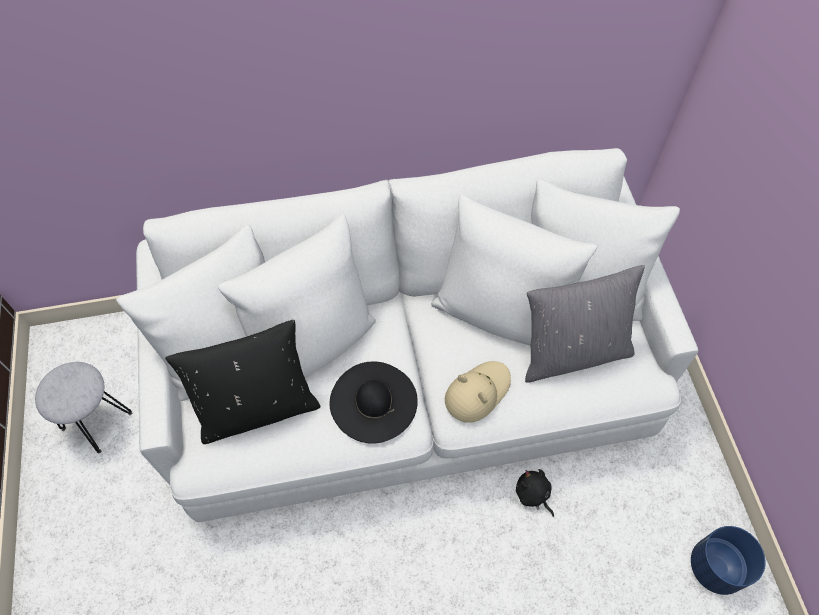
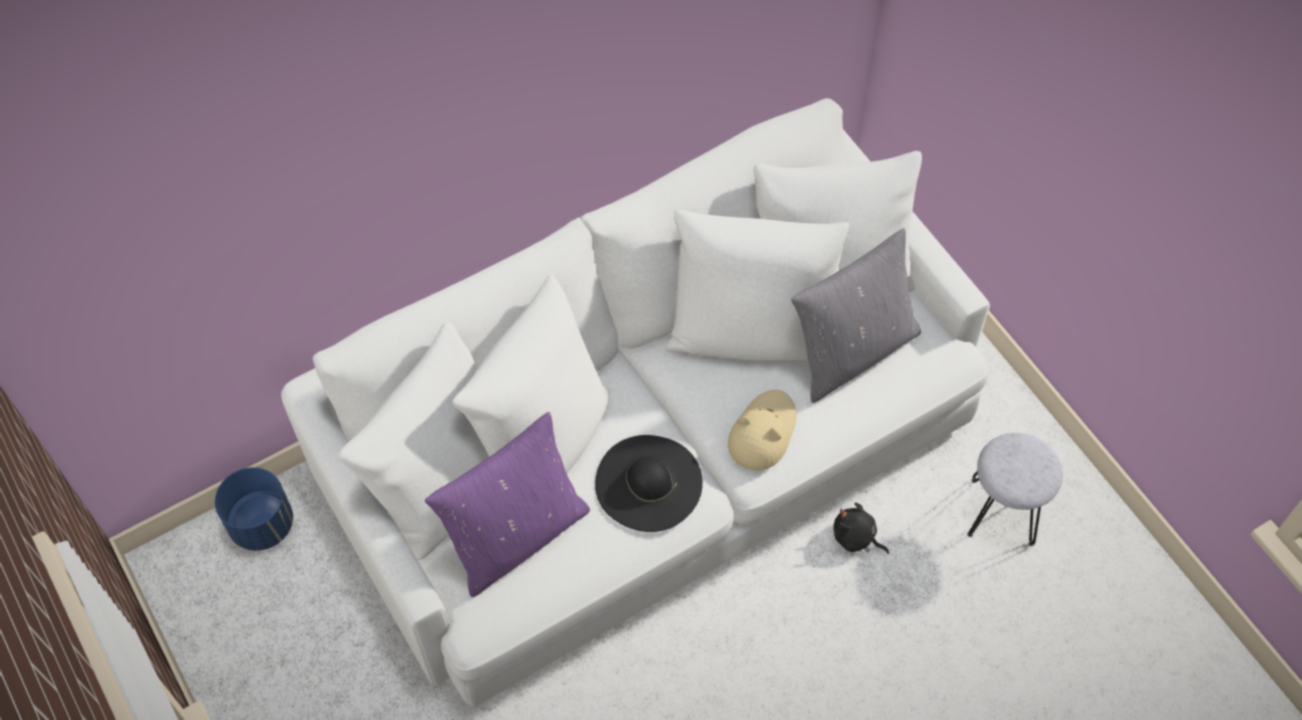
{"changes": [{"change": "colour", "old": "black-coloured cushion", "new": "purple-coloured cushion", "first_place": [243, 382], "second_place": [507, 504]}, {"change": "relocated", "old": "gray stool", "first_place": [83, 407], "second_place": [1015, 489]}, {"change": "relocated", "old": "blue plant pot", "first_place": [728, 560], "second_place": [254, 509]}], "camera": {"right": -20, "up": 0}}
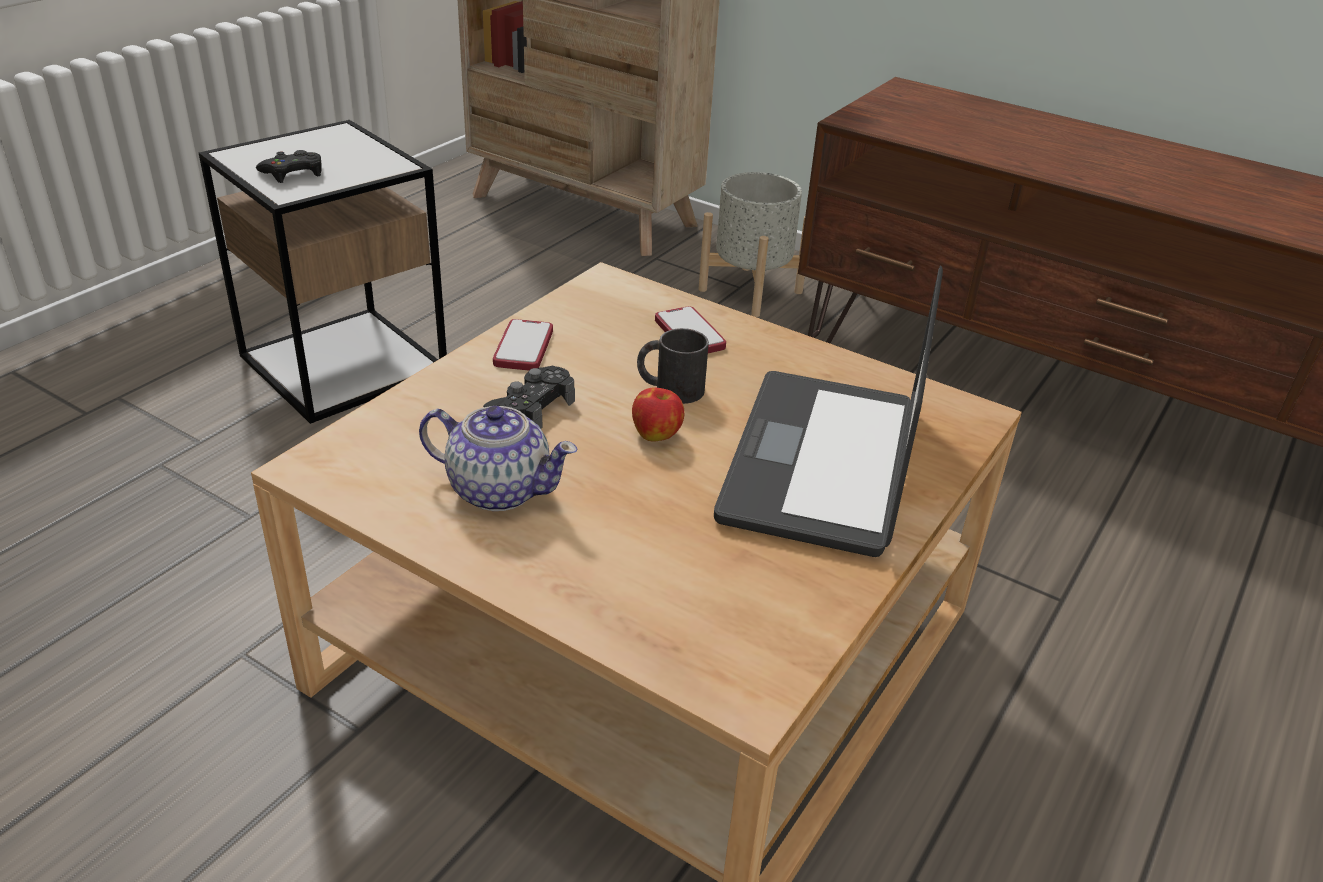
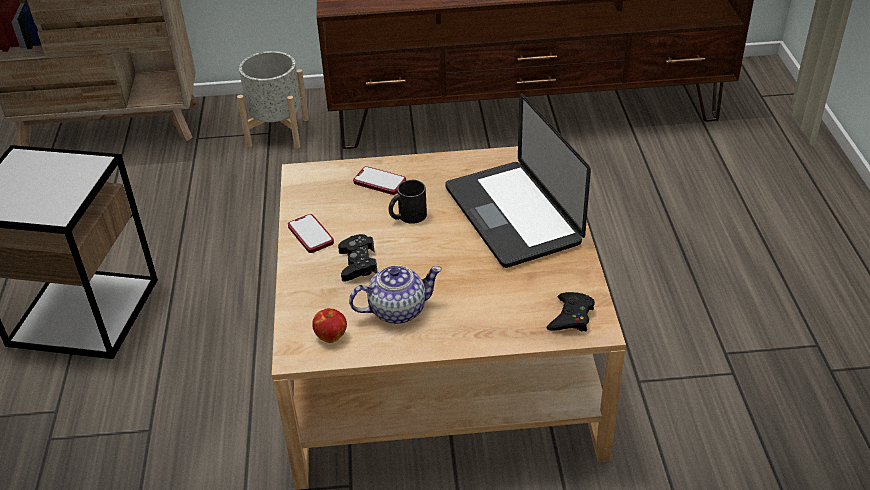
{"changes": [{"change": "relocated", "old": "black-coloured gamepad", "first_place": [289, 166], "second_place": [570, 311]}, {"change": "relocated", "old": "whole apple", "first_place": [658, 414], "second_place": [329, 325]}], "camera": {"right": -35, "up": 5}}
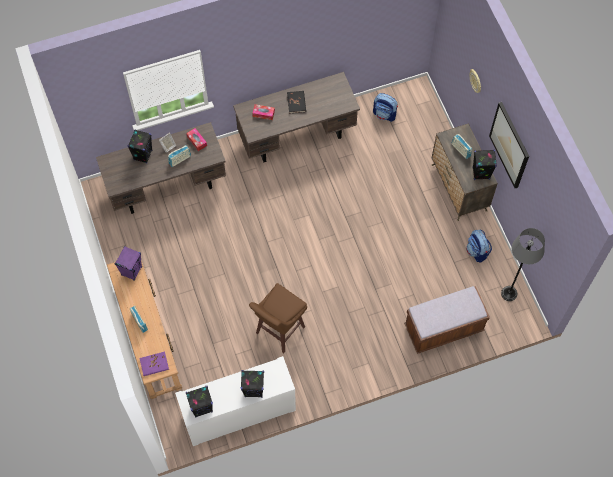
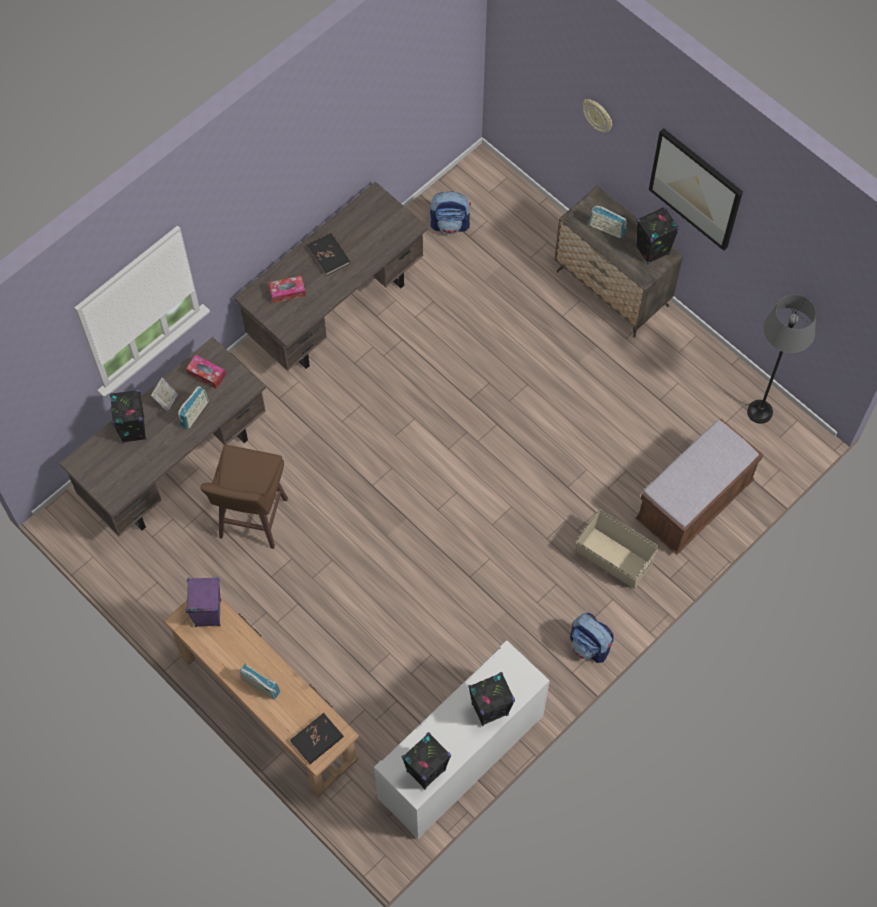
{"changes": [{"change": "relocated", "old": "rucksack", "first_place": [479, 246], "second_place": [592, 638]}, {"change": "relocated", "old": "brownish stool", "first_place": [278, 318], "second_place": [244, 497]}, {"change": "colour", "old": "purple-coloured book", "new": "black-coloured book", "first_place": [154, 364], "second_place": [317, 738]}, {"change": "appeared", "new": "sand-coloured storage bin", "second_place": [618, 549]}], "camera": {"right": -25, "up": 0}}
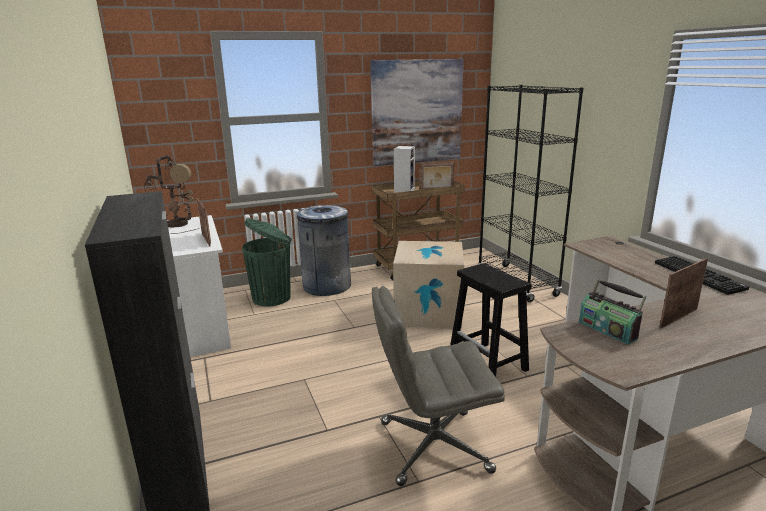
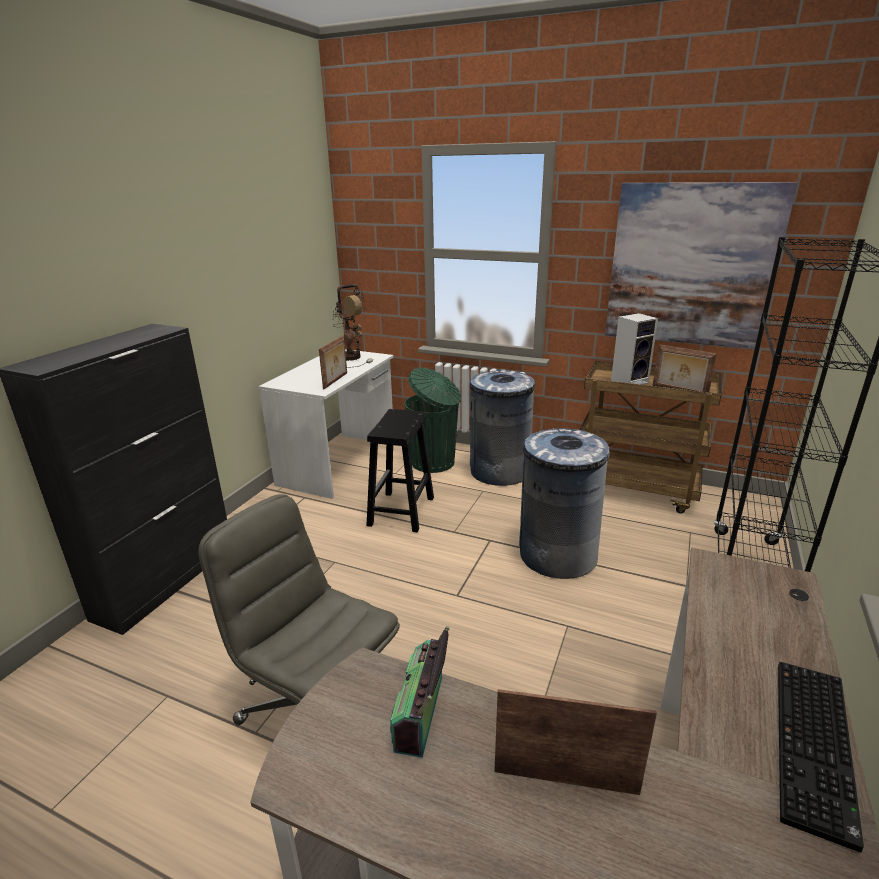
{"changes": [{"change": "exchanged", "old": "packing box", "new": "gray waste bin", "first_place": [428, 284], "second_place": [564, 503]}, {"change": "relocated", "old": "black-coloured stool", "first_place": [491, 320], "second_place": [400, 470]}], "camera": {"right": 45, "up": 5}}
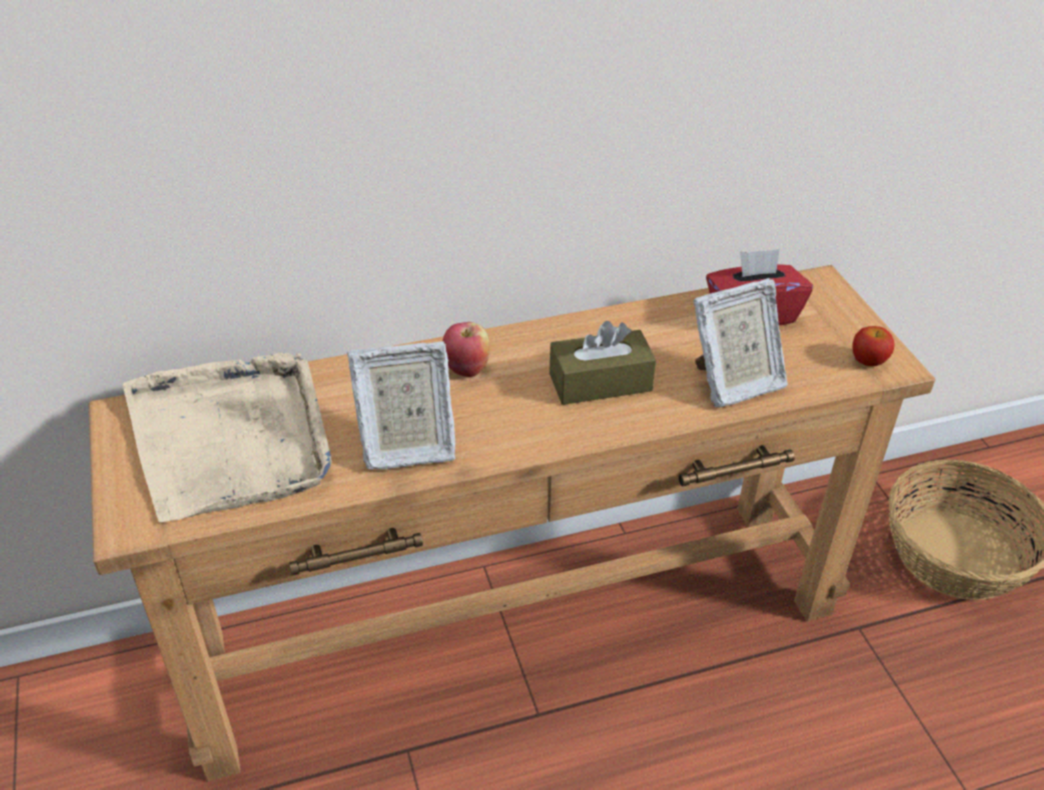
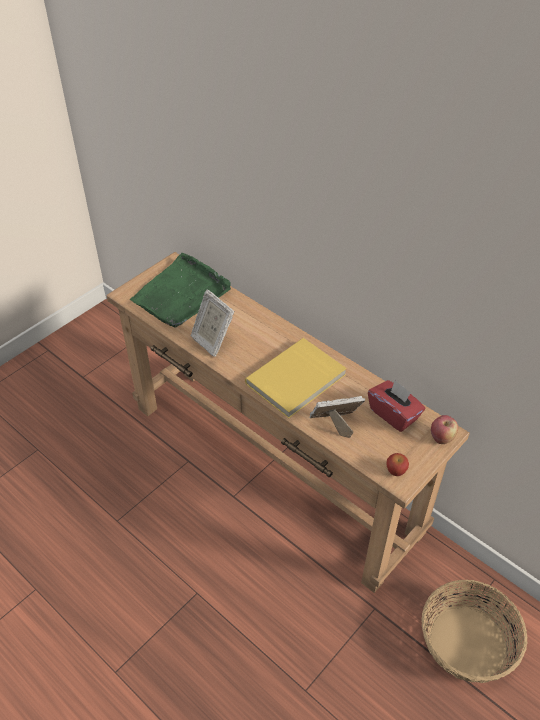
{"changes": [{"change": "spun", "old": "standing frame", "first_place": [740, 343], "second_place": [337, 417], "degrees": 135}, {"change": "exchanged", "old": "brownish box of tissues", "new": "yellowish book", "first_place": [602, 363], "second_place": [296, 378]}, {"change": "relocated", "old": "whole apple", "first_place": [466, 349], "second_place": [444, 429]}, {"change": "colour", "old": "sand-coloured carrying tray", "new": "green carrying tray", "first_place": [227, 437], "second_place": [180, 290]}], "camera": {"right": 60, "up": 5}}
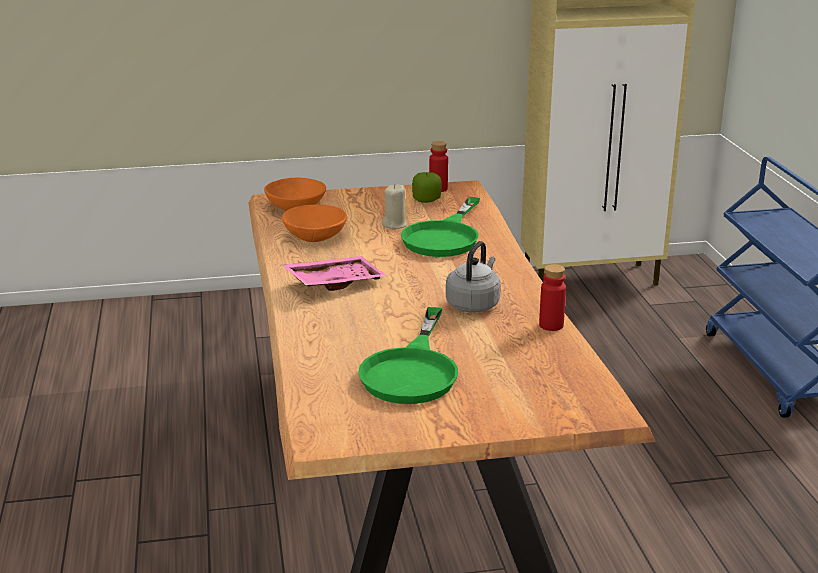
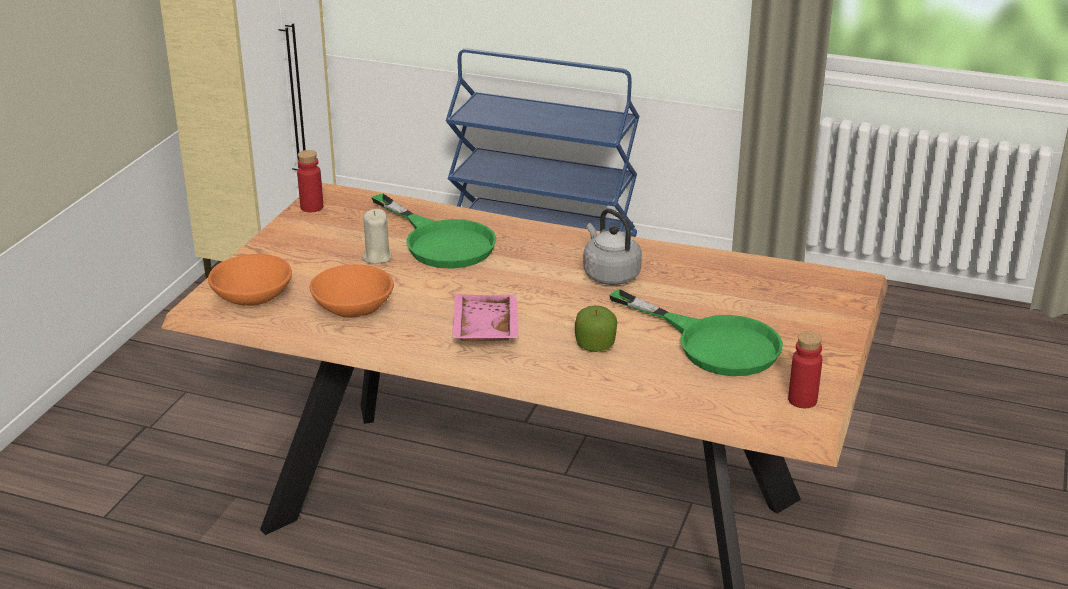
{"changes": [{"change": "relocated", "old": "whole apple", "first_place": [427, 187], "second_place": [596, 329]}, {"change": "relocated", "old": "red drink bottle", "first_place": [552, 297], "second_place": [805, 369]}], "camera": {"right": -60, "up": 5}}
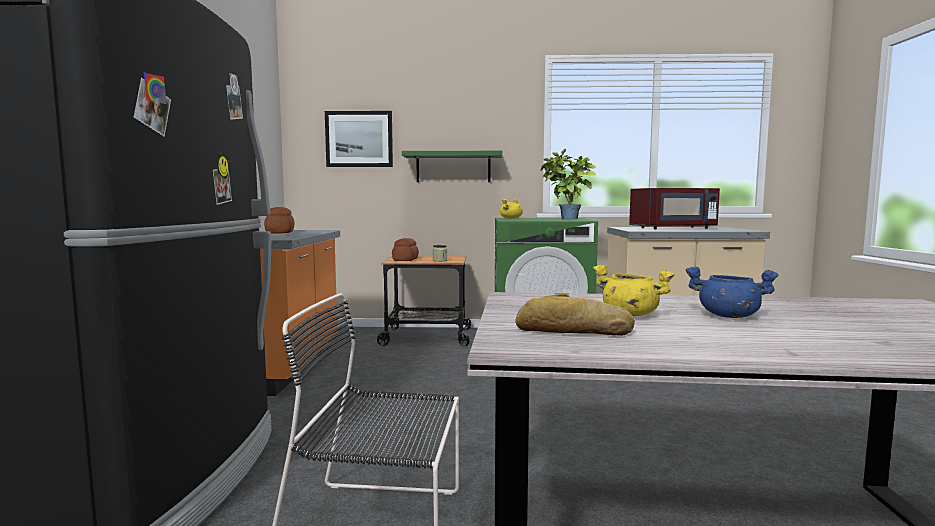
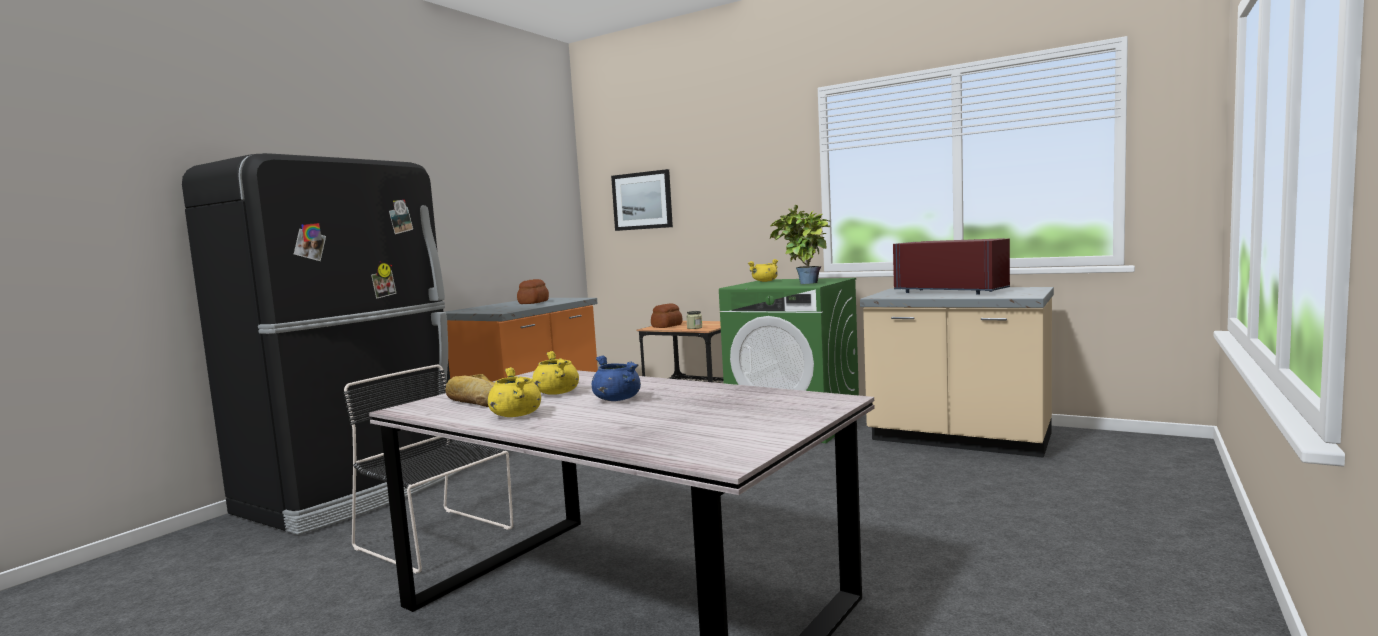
{"changes": [{"change": "missing", "old": "green wall shelf", "first_place": [452, 166]}, {"change": "spun", "old": "red microwave", "first_place": [674, 208], "second_place": [951, 266], "degrees": -150}, {"change": "appeared", "new": "yellowish stockpot", "second_place": [514, 392]}], "camera": {"right": 30, "up": 0}}
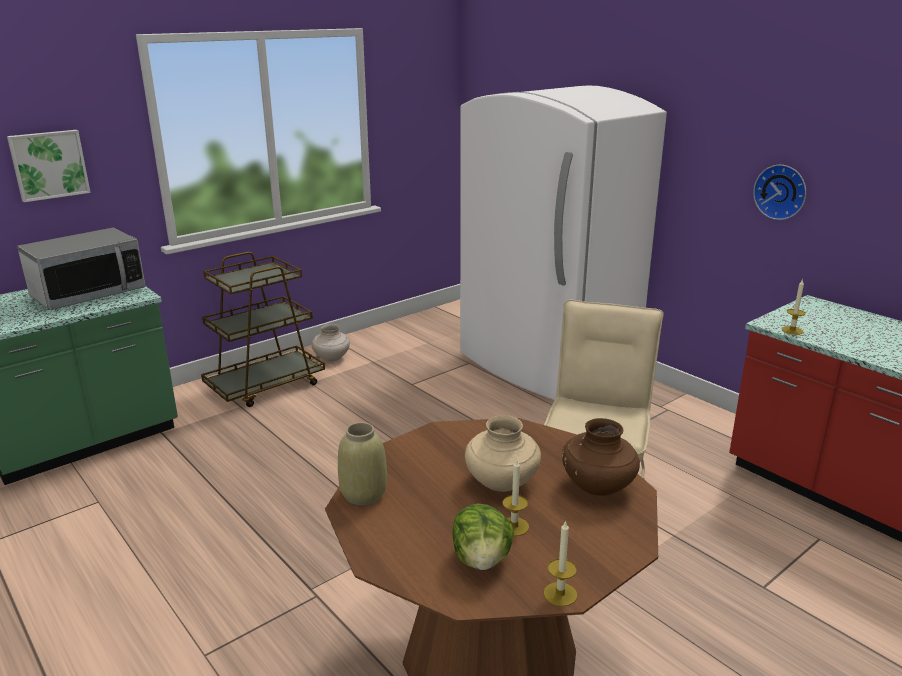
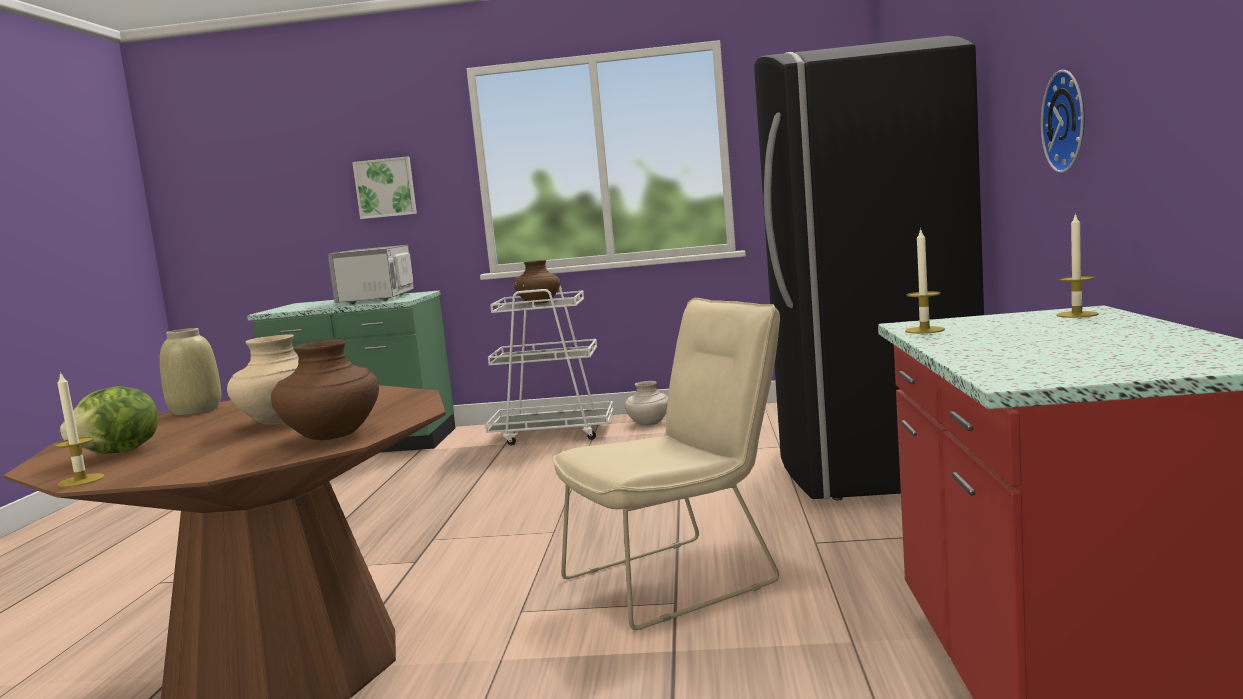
{"changes": [{"change": "colour", "old": "white-coloured refrigerator", "new": "black-coloured refrigerator", "first_place": [563, 242], "second_place": [869, 268]}, {"change": "spun", "old": "microwave", "first_place": [81, 269], "second_place": [371, 274], "degrees": 90}, {"change": "colour", "old": "brownish cart", "new": "white-coloured cart", "first_place": [263, 329], "second_place": [549, 366]}, {"change": "relocated", "old": "candle", "first_place": [515, 498], "second_place": [1077, 265]}, {"change": "appeared", "new": "brownish flower vase", "second_place": [536, 281]}], "camera": {"right": 45, "up": -15}}
